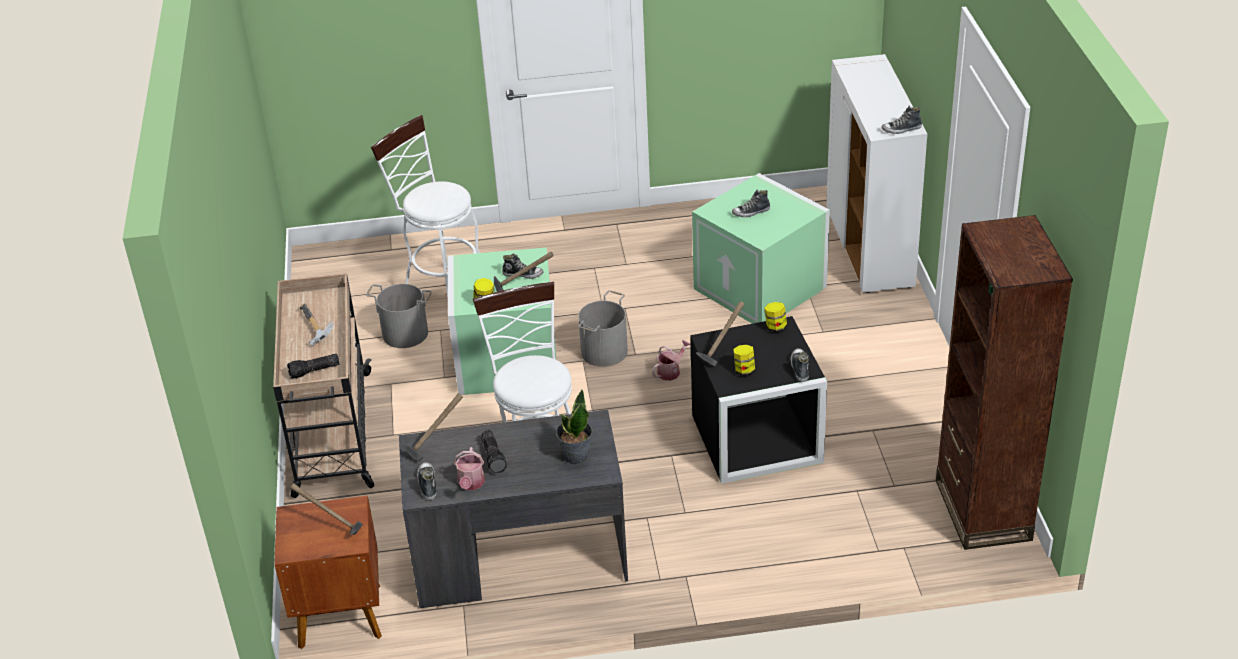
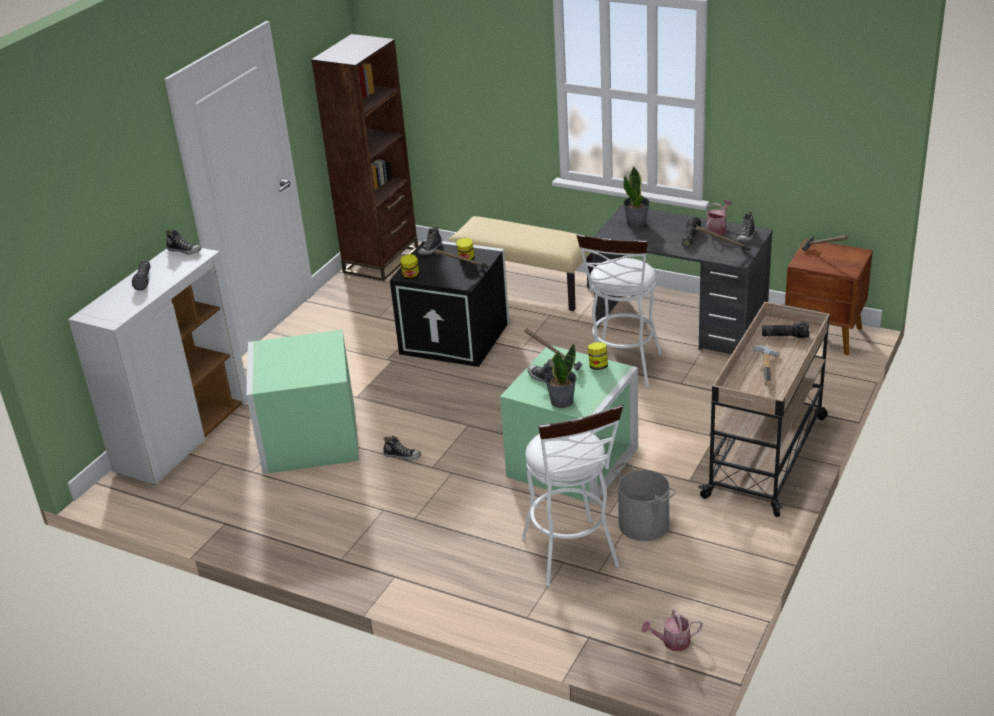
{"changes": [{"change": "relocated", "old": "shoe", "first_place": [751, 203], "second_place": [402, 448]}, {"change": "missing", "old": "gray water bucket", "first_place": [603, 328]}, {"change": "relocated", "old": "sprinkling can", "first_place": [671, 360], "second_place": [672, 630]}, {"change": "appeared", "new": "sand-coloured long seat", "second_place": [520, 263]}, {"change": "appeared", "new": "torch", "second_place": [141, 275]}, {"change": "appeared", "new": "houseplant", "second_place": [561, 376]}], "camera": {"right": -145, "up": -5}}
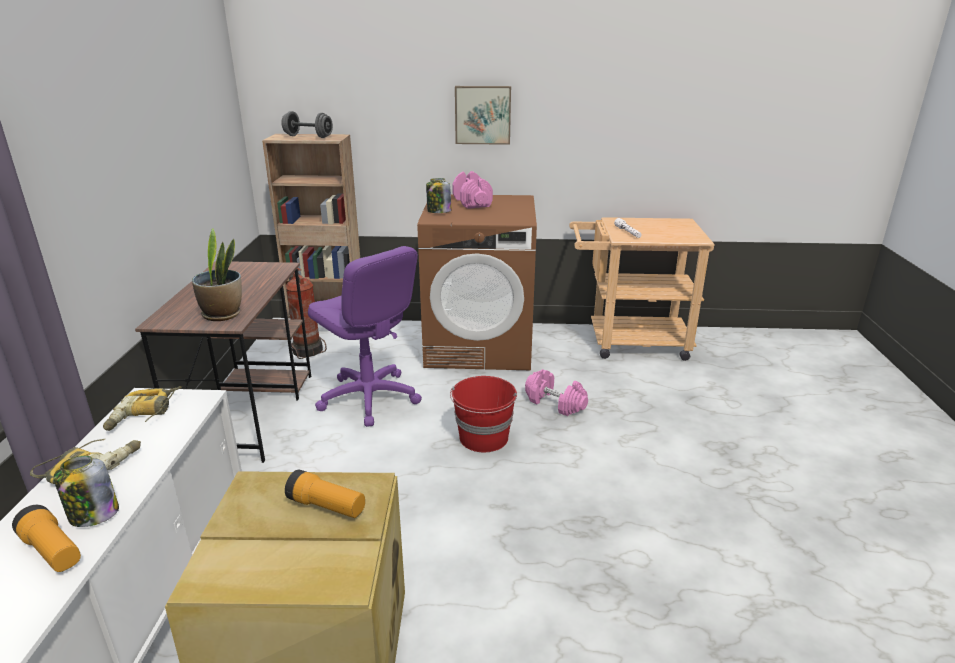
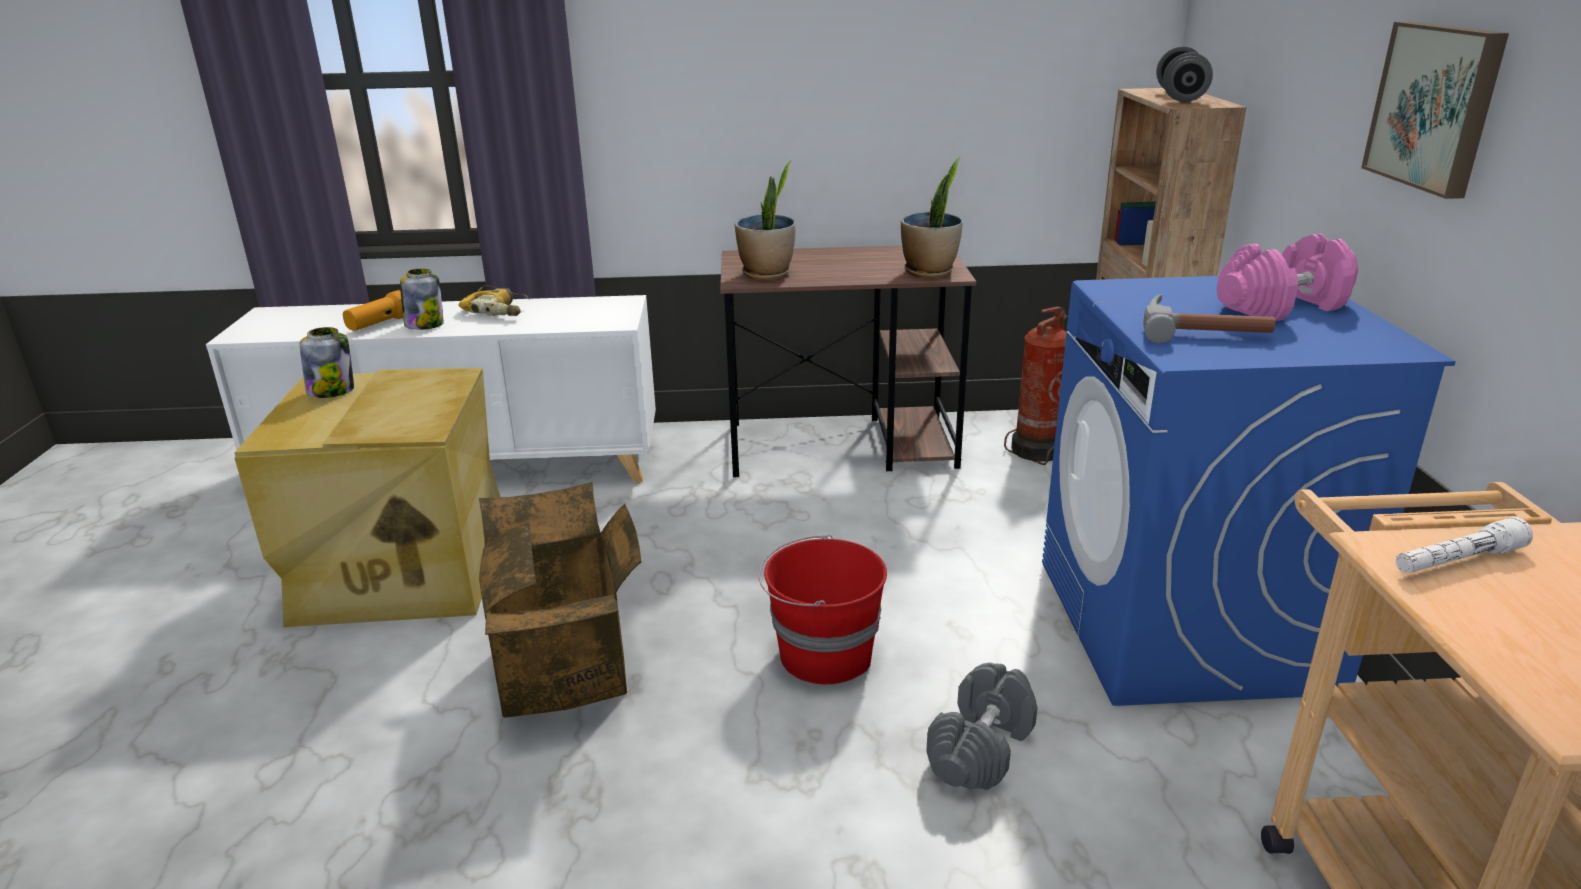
{"changes": [{"change": "relocated", "old": "jar", "first_place": [439, 195], "second_place": [327, 362]}, {"change": "colour", "old": "brownish laundry machine", "new": "blue laundry machine", "first_place": [477, 282], "second_place": [1249, 491]}, {"change": "missing", "old": "purple-coloured office chair", "first_place": [365, 336]}, {"change": "colour", "old": "pink dumbbell", "new": "gray dumbbell", "first_place": [556, 392], "second_place": [982, 726]}, {"change": "missing", "old": "power drill", "first_place": [142, 408]}, {"change": "missing", "old": "torch", "first_place": [325, 494]}, {"change": "appeared", "new": "houseplant", "second_place": [932, 217]}, {"change": "appeared", "new": "hammer", "second_place": [1209, 318]}, {"change": "appeared", "new": "packing box", "second_place": [560, 600]}], "camera": {"right": 85, "up": 0}}
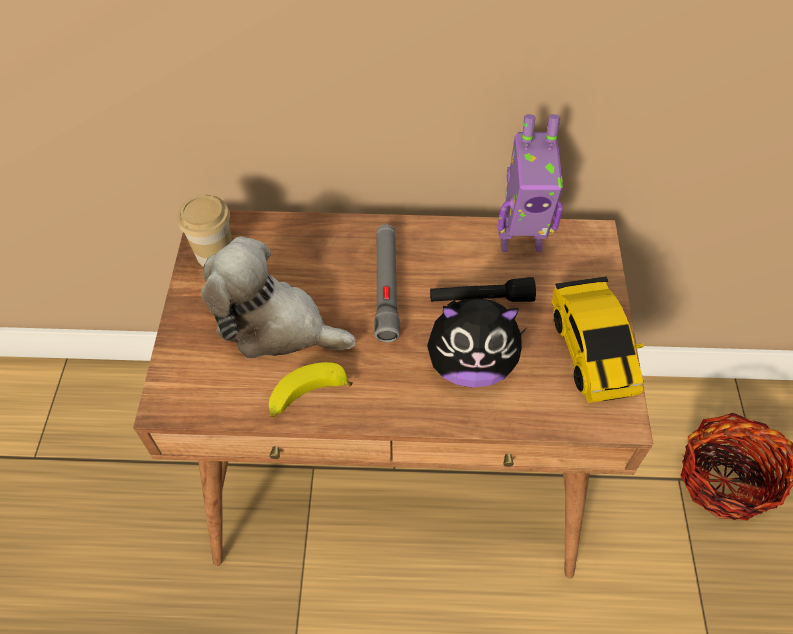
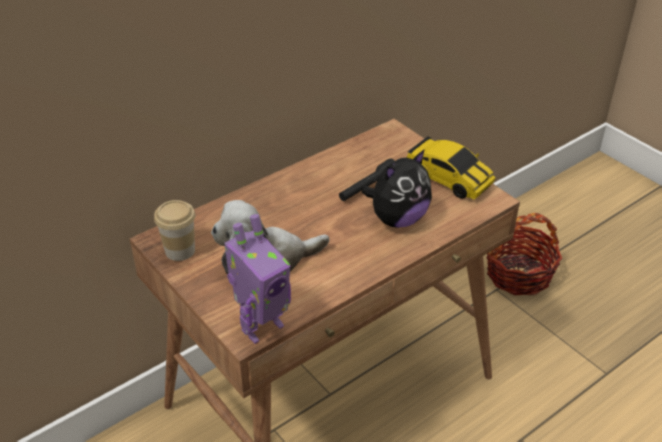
{"changes": [{"change": "relocated", "old": "toy robot", "first_place": [530, 183], "second_place": [257, 279]}, {"change": "missing", "old": "gray torch", "first_place": [387, 283]}, {"change": "missing", "old": "banana fruit", "first_place": [311, 389]}], "camera": {"right": -40, "up": -15}}
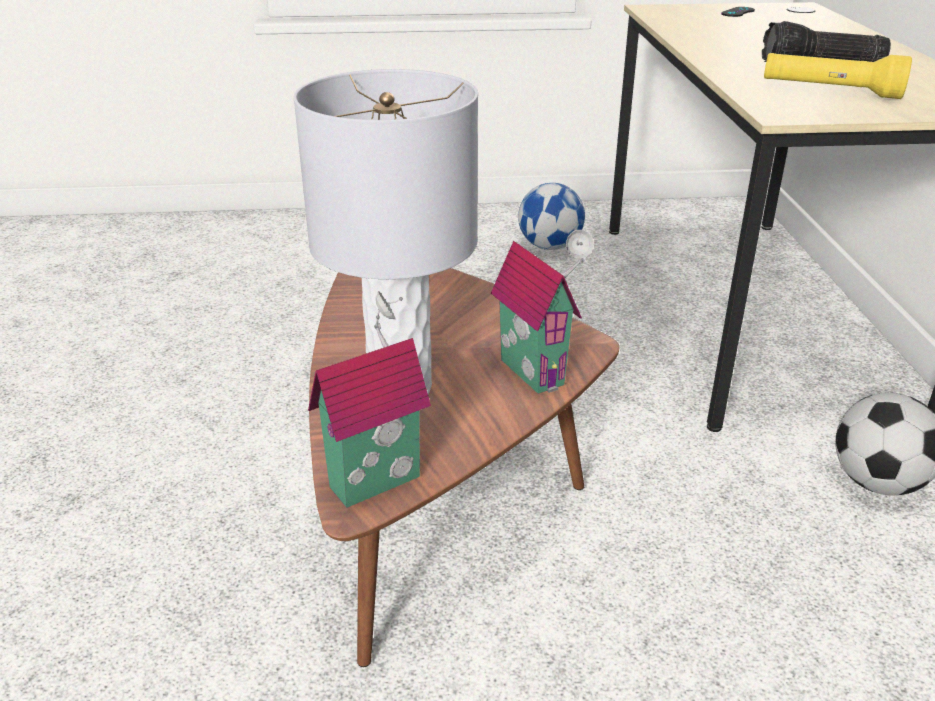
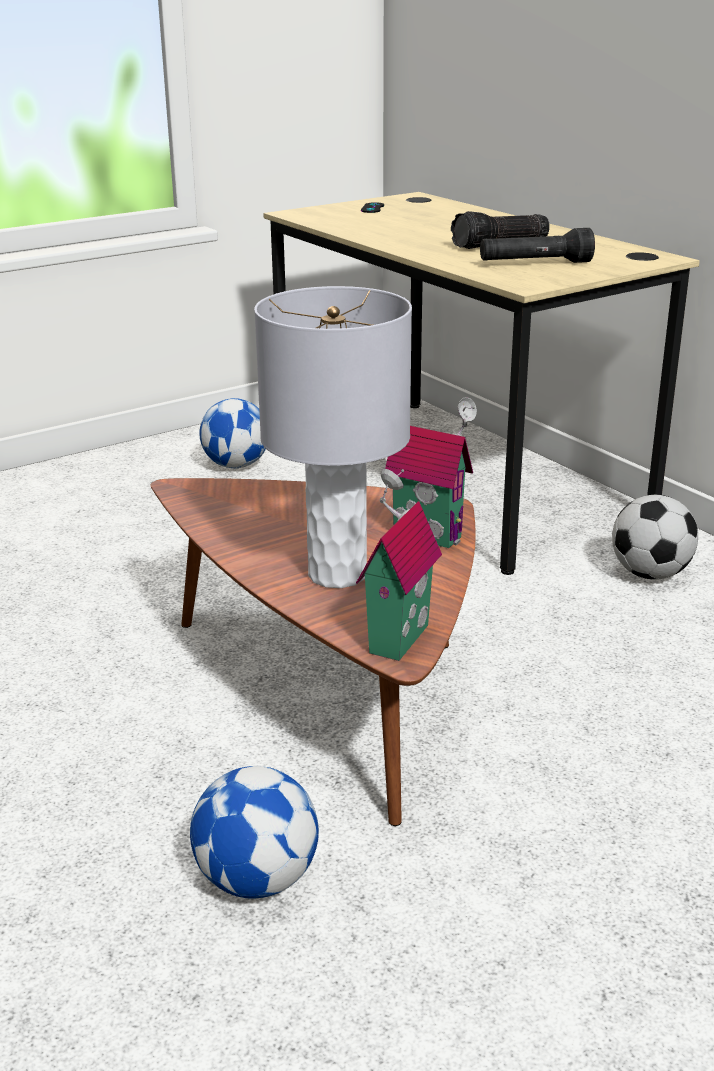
{"changes": [{"change": "colour", "old": "yellowish torch", "new": "black-coloured torch", "first_place": [838, 76], "second_place": [537, 245]}, {"change": "appeared", "new": "ball for football", "second_place": [254, 832]}], "camera": {"right": -30, "up": -5}}
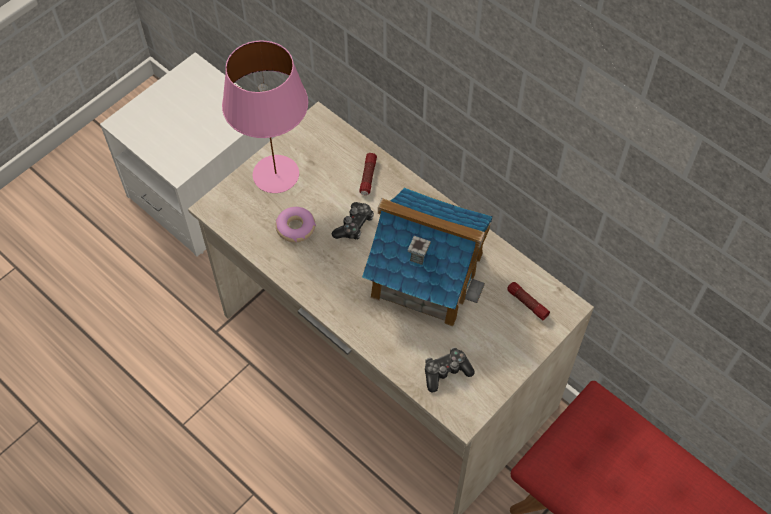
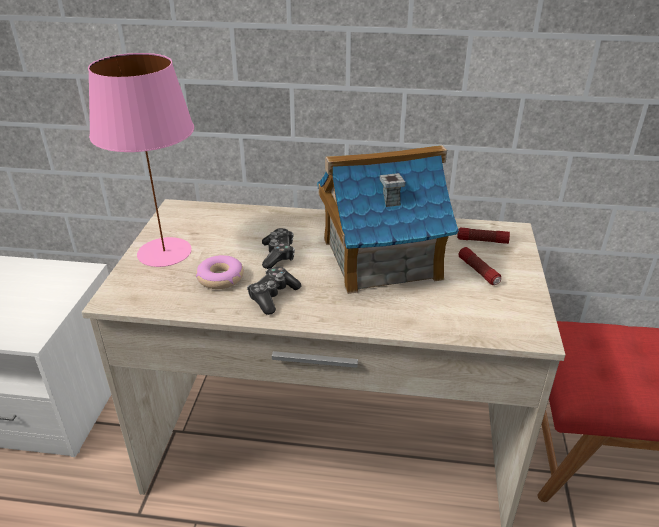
{"changes": [{"change": "relocated", "old": "torch", "first_place": [368, 174], "second_place": [479, 266]}, {"change": "relocated", "old": "gamepad", "first_place": [450, 370], "second_place": [274, 291]}], "camera": {"right": -35, "up": -25}}
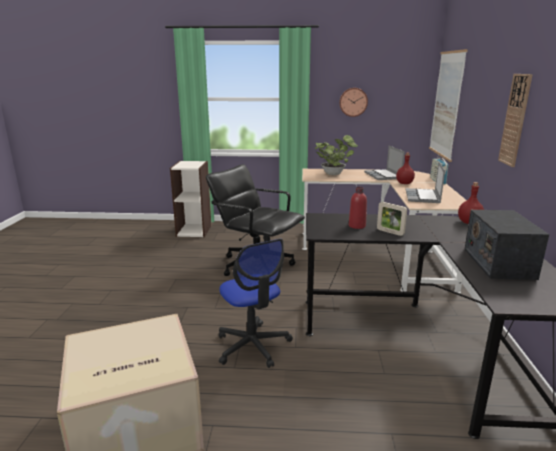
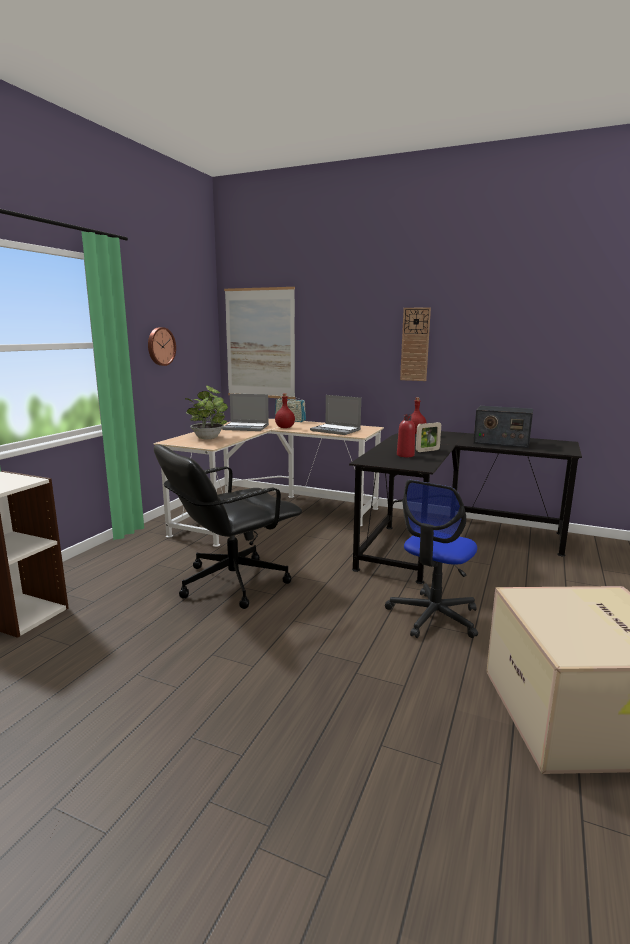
{"changes": [{"change": "spun", "old": "office chair", "first_place": [256, 303], "second_place": [431, 559], "degrees": 135}], "camera": {"right": -70, "up": -5}}
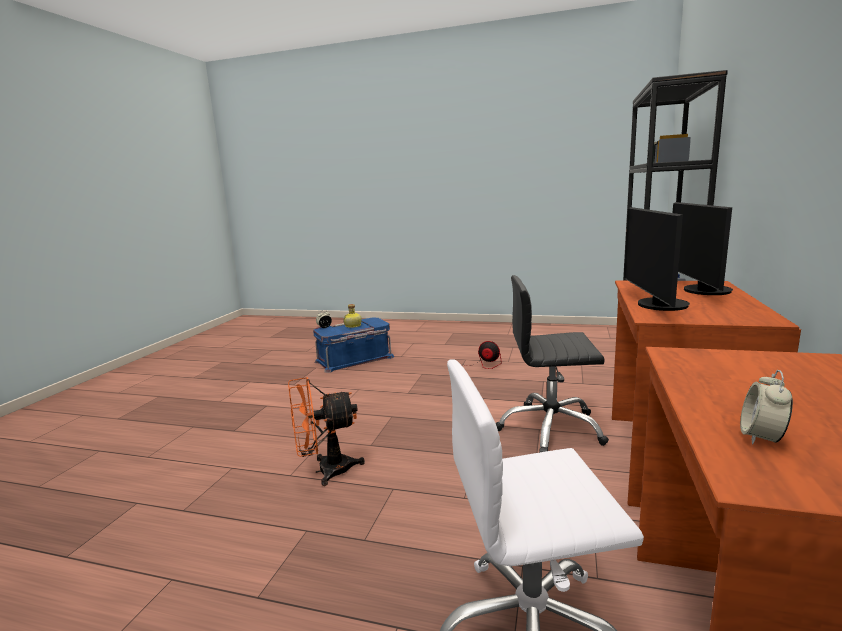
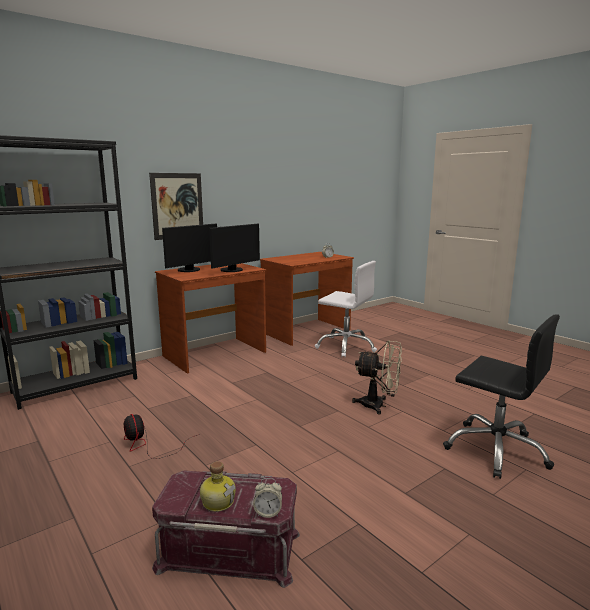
{"changes": [{"change": "relocated", "old": "black-coloured office chair", "first_place": [552, 364], "second_place": [501, 396]}, {"change": "colour", "old": "blue storage bin", "new": "red storage bin", "first_place": [353, 345], "second_place": [226, 529]}, {"change": "colour", "old": "orange electric fan", "new": "sand-coloured electric fan", "first_place": [326, 431], "second_place": [377, 377]}, {"change": "appeared", "new": "wall art", "second_place": [176, 206]}], "camera": {"right": -145, "up": 0}}
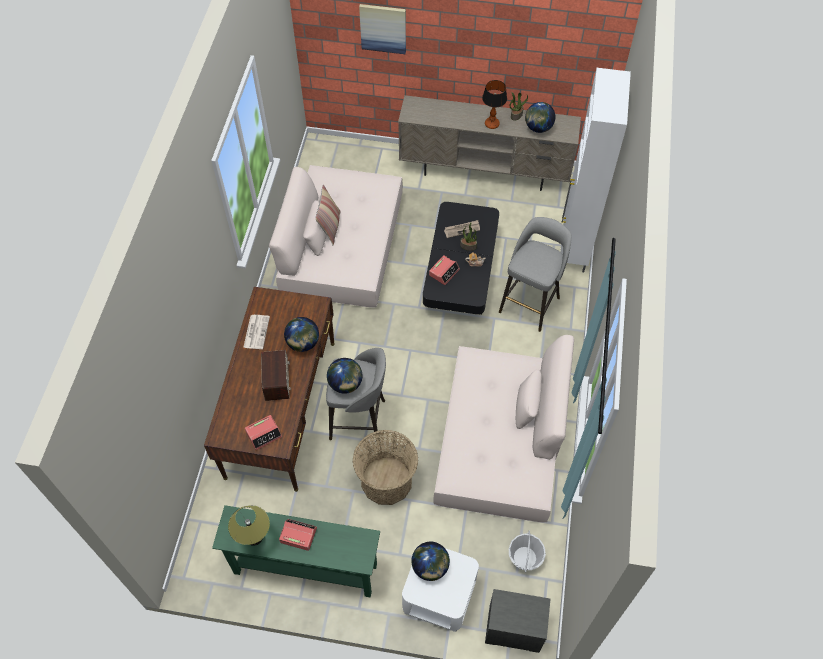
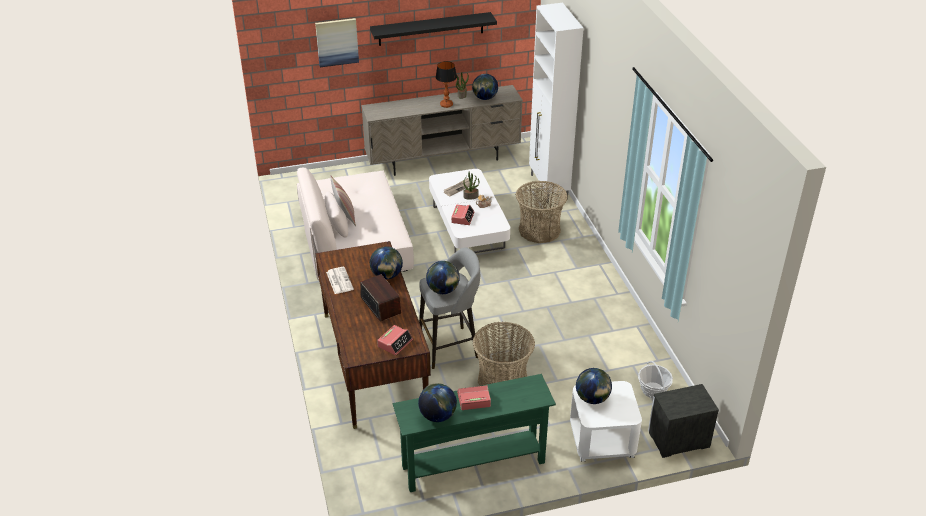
{"changes": [{"change": "colour", "old": "black-coloured coffee table", "new": "white-coloured coffee table", "first_place": [461, 258], "second_place": [469, 211]}, {"change": "exchanged", "old": "gray stool", "new": "household basket", "first_place": [535, 274], "second_place": [542, 212]}, {"change": "missing", "old": "sand-coloured sofa", "first_place": [503, 429]}, {"change": "exchanged", "old": "tabletop lamp", "new": "globe", "first_place": [249, 525], "second_place": [437, 402]}, {"change": "appeared", "new": "black-coloured wall shelf", "second_place": [433, 29]}], "camera": {"right": -25, "up": -20}}
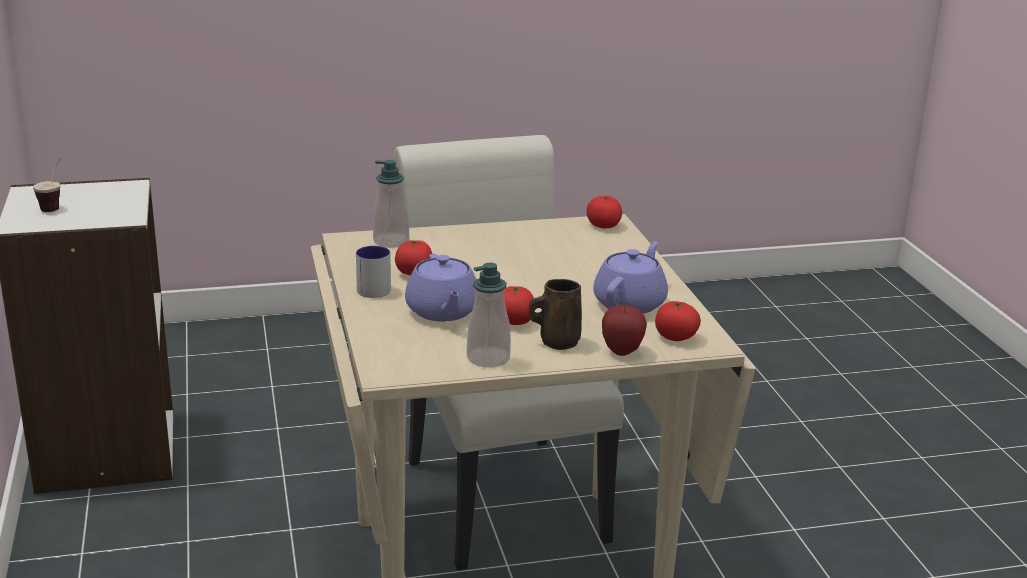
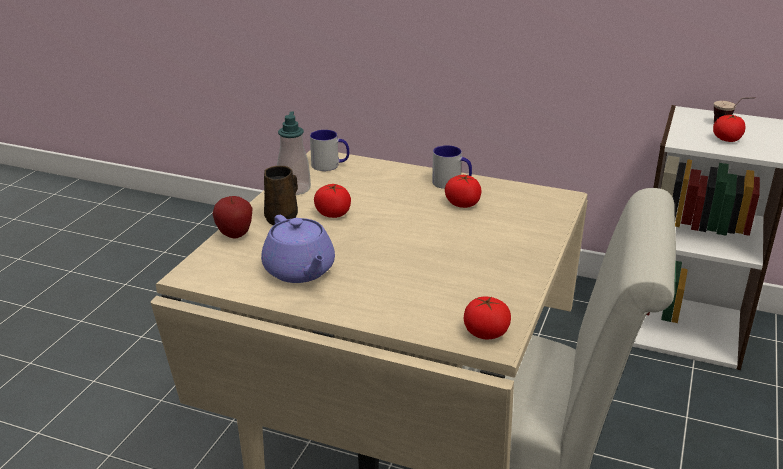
{"changes": [{"change": "missing", "old": "liquid soap bottle", "first_place": [391, 204]}, {"change": "missing", "old": "purple-coloured pot for tea", "first_place": [440, 287]}, {"change": "relocated", "old": "tomato", "first_place": [678, 321], "second_place": [729, 128]}, {"change": "appeared", "new": "tea mug", "second_place": [329, 150]}], "camera": {"right": 125, "up": 5}}
